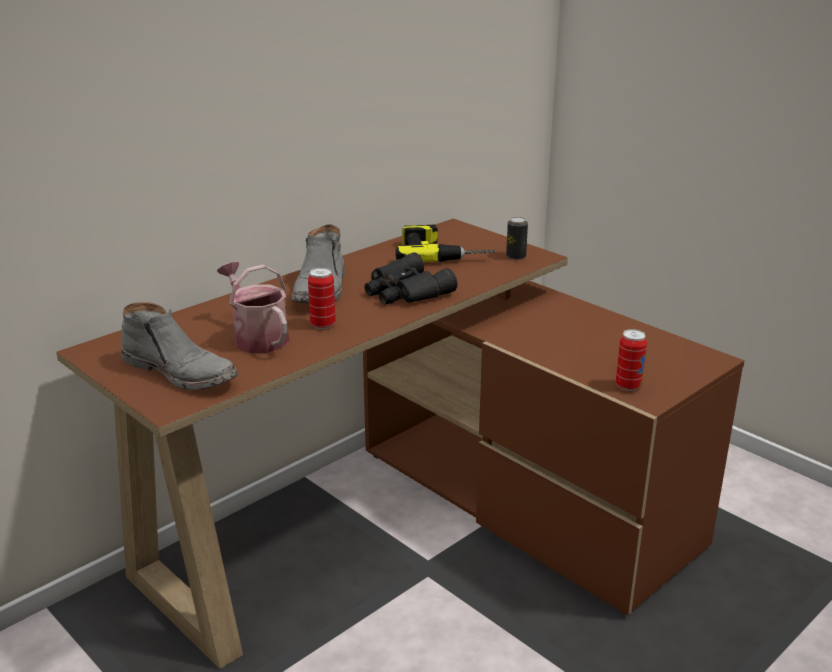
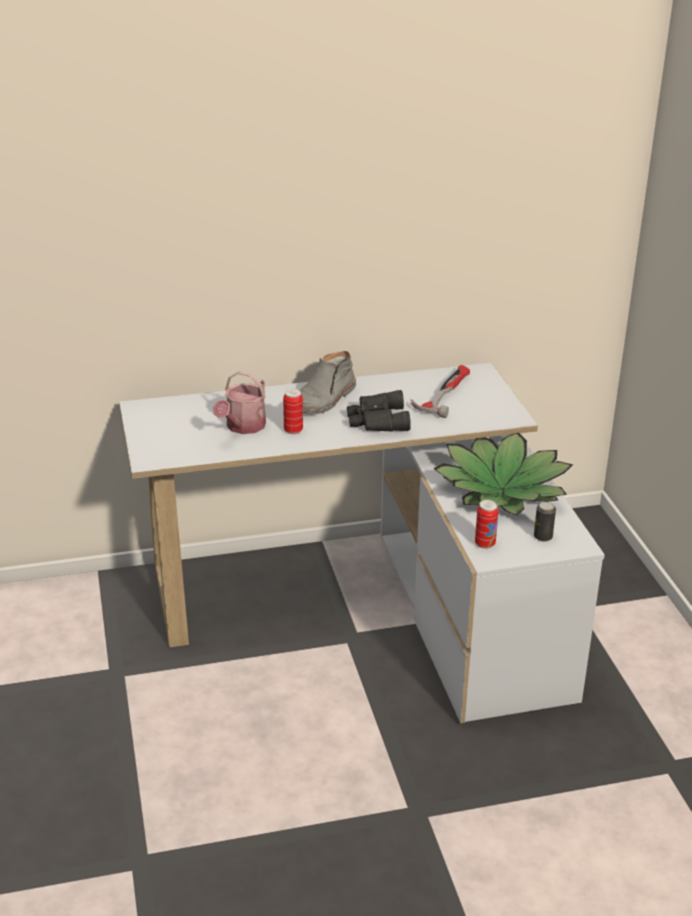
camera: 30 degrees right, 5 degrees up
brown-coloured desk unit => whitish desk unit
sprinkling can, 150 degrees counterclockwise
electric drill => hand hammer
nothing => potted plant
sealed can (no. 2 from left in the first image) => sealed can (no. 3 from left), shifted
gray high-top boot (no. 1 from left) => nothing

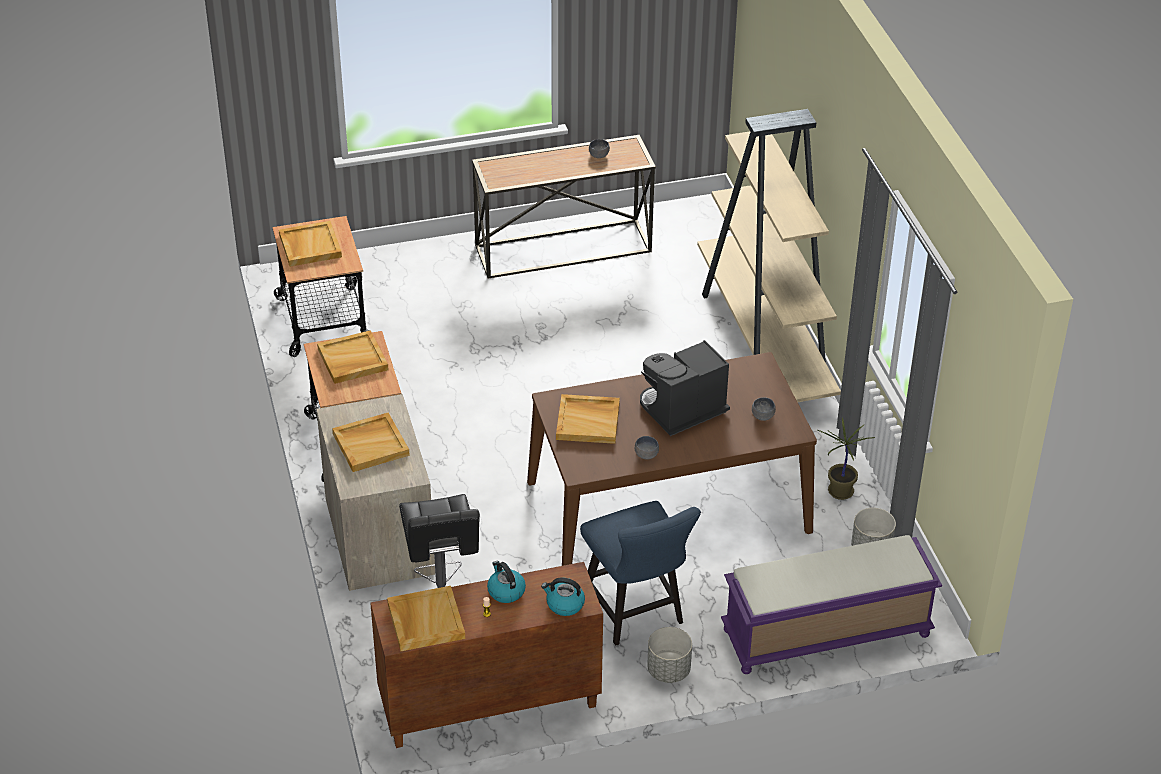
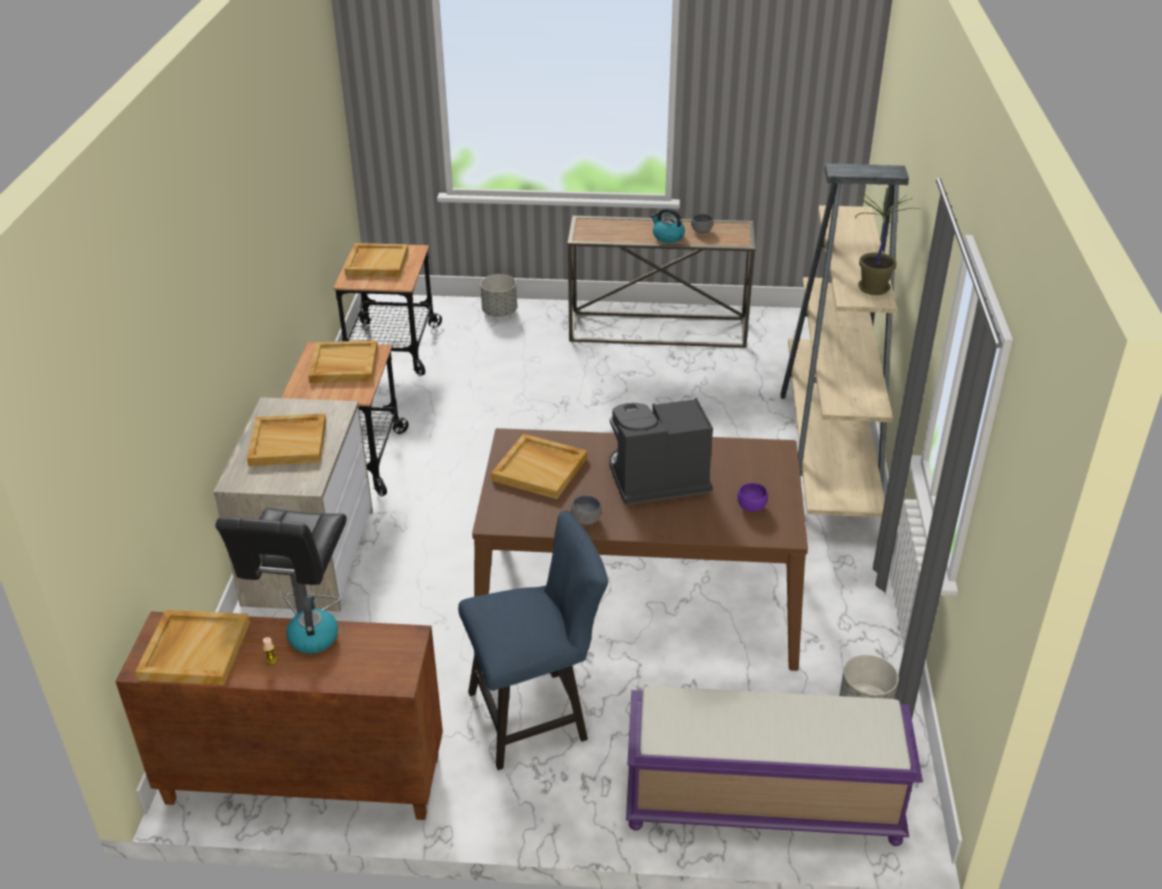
camera: 20 degrees right, 5 degrees down
blue plain chair, 105 degrees counterclockwise
gray plant pot (no. 1 from left), shifted
kettle (no. 2 from left), shifted
gray bowl (no. 3 from left) => purple-coloured bowl
potted plant, shifted

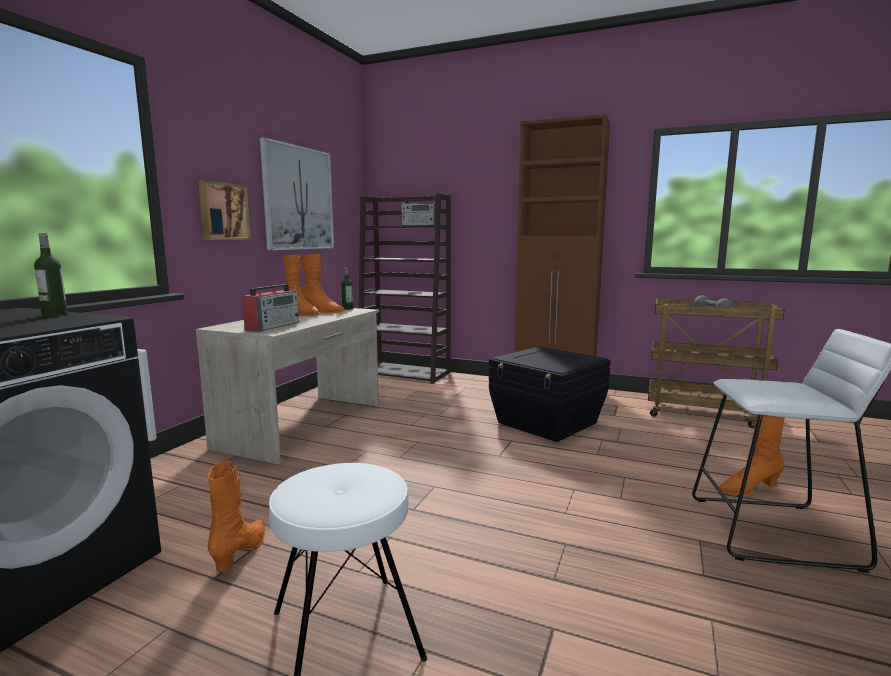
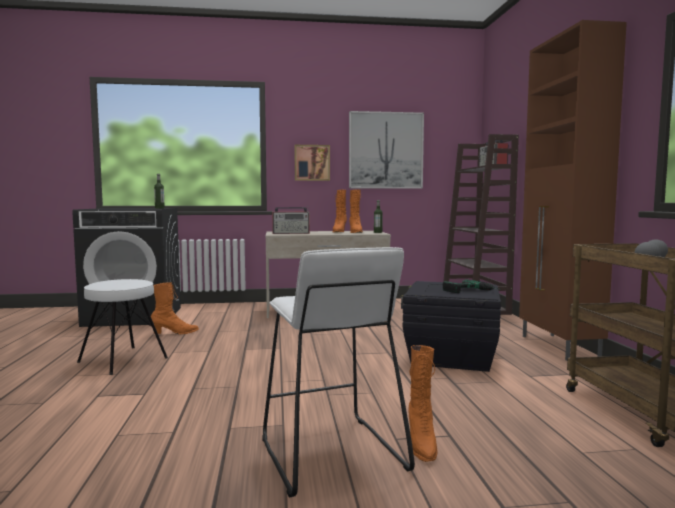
camera: 60 degrees right, 5 degrees down
orange-coloured high-top boot (no. 4 from left), 135 degrees counterclockwise
nothing => electric drill

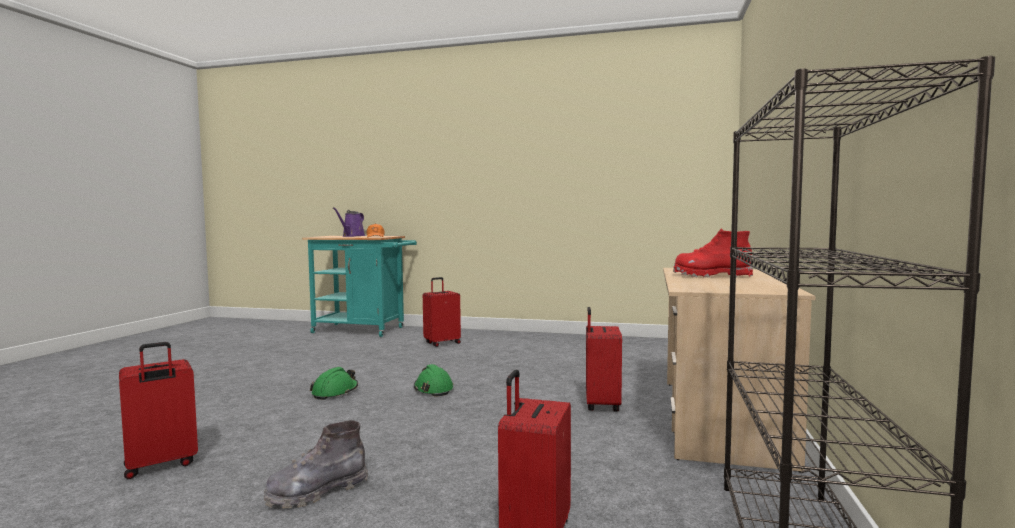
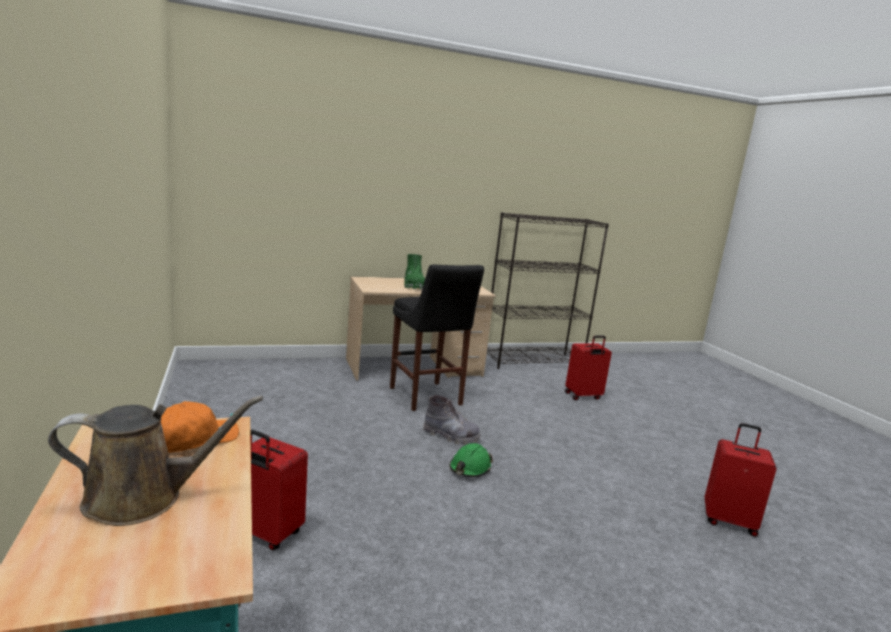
camera: 125 degrees left, 10 degrees up
purple-coloured sprinkling can => brown-coloured sprinkling can
reddish piece of luggage (no. 4 from left) => black-coloured sitting stool
reddish high-top boot => greenish high-top boot
gray high-top boot, shifted
greenish hard hat (no. 1 from left) => nothing

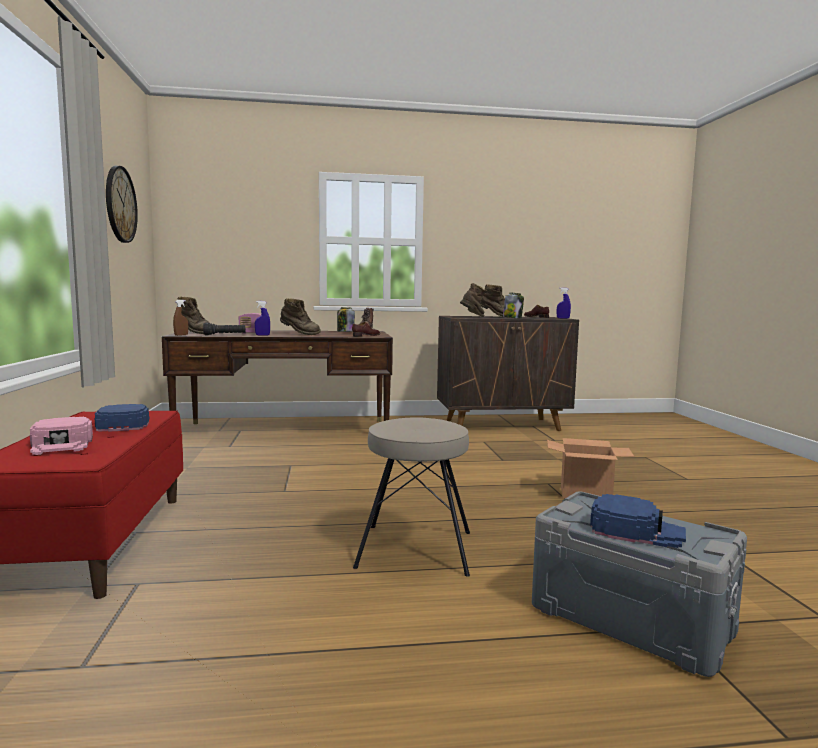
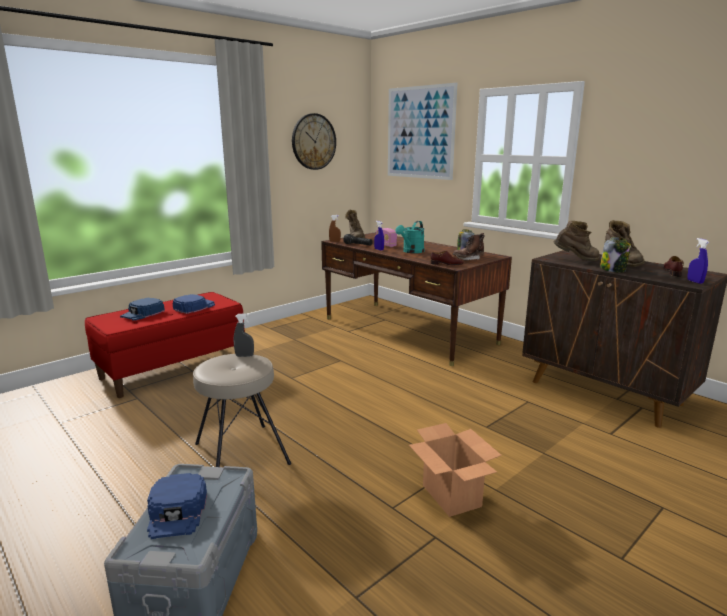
camera: 55 degrees right, 10 degrees up
pink-coloured baseball cap => blue baseball cap (no. 1 from left)
nothing => gray sprayer
nothing => wall art
brown-coloured high-top boot (no. 2 from left) => blue-green sprinkling can

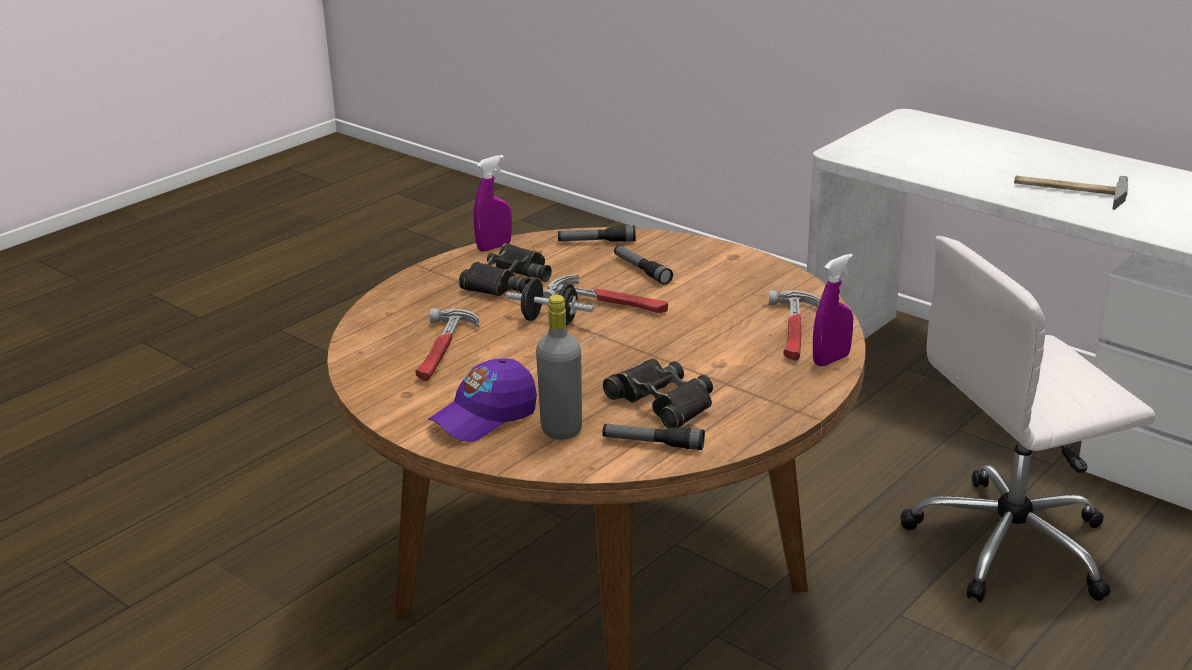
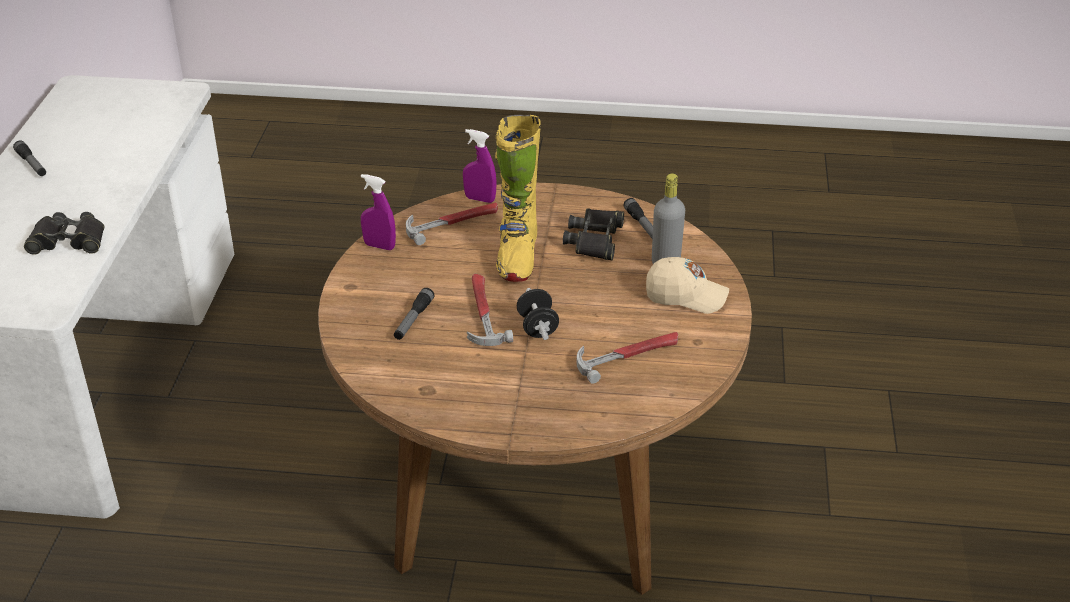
camera: 125 degrees left, 10 degrees up
flashlight (no. 1 from left), shifted
black-coloured binoculars (no. 1 from left), shifted
purple-coloured sprayer (no. 1 from left), shifted
nothing => yellow-coloured high-top boot
purple-coloured baseball cap => beige-coloured baseball cap
whitish desk chair => nothing
hand hammer (no. 4 from left) => nothing

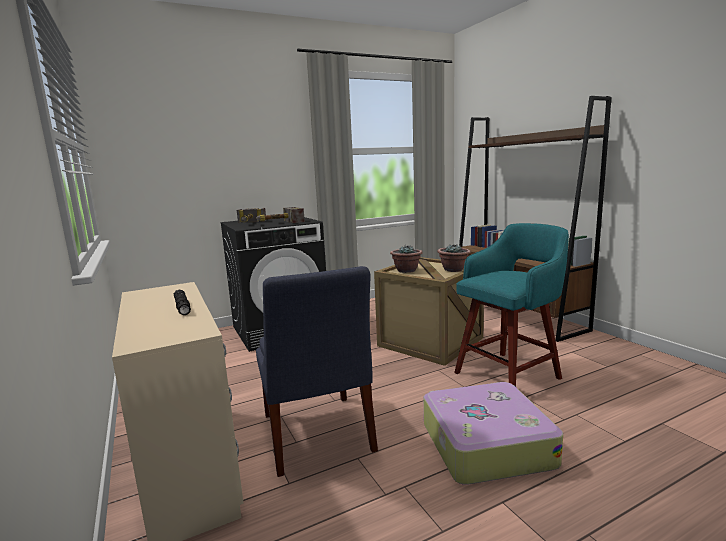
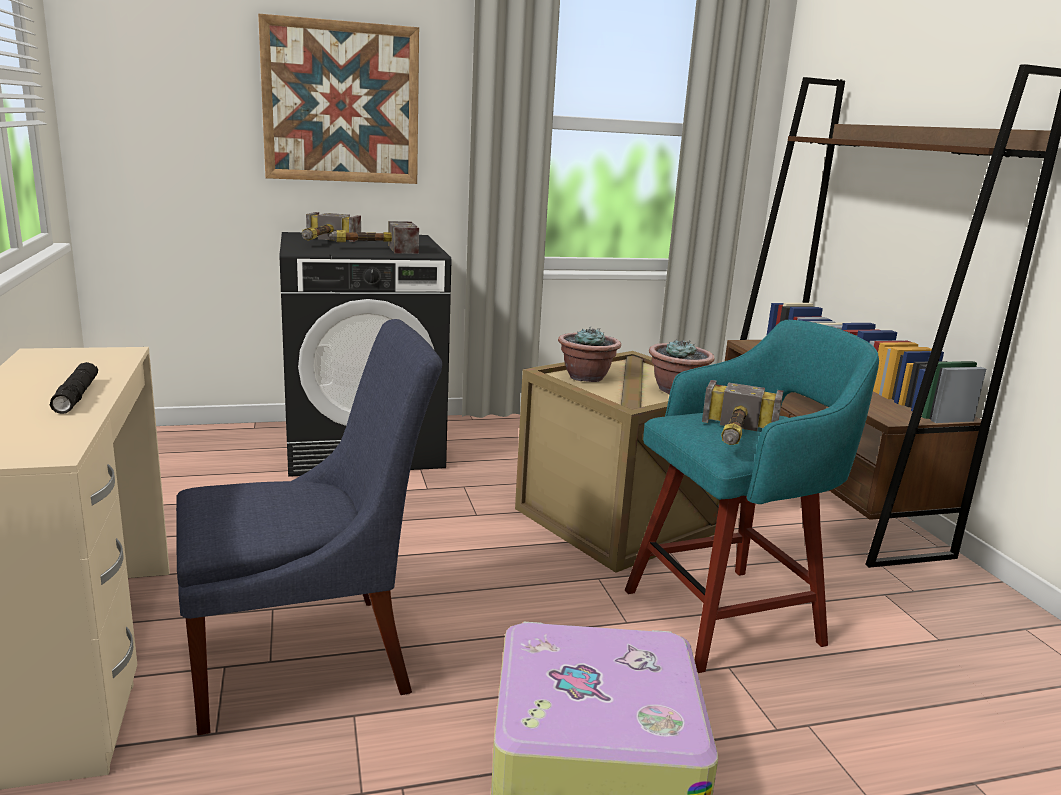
camera: 10 degrees right, 5 degrees up
blue plain chair, 105 degrees counterclockwise
nothing => wall art
nothing => hand hammer (no. 3 from left)

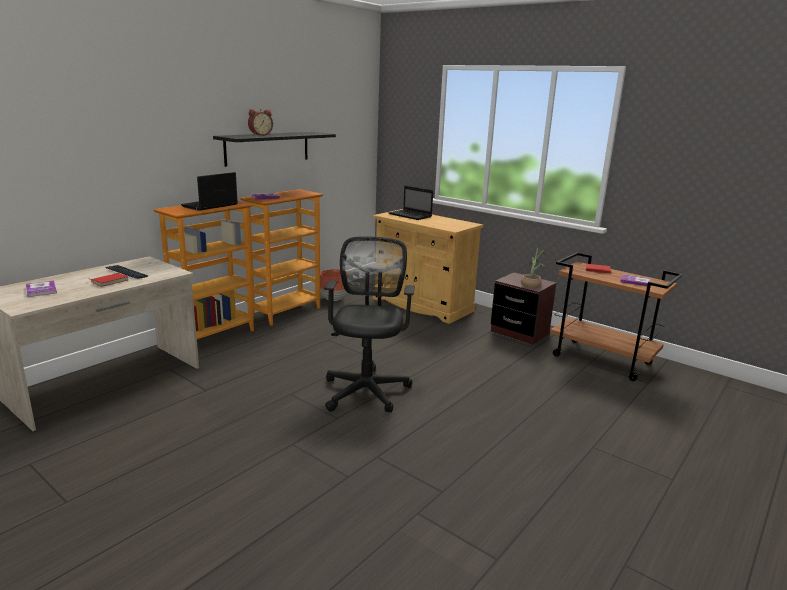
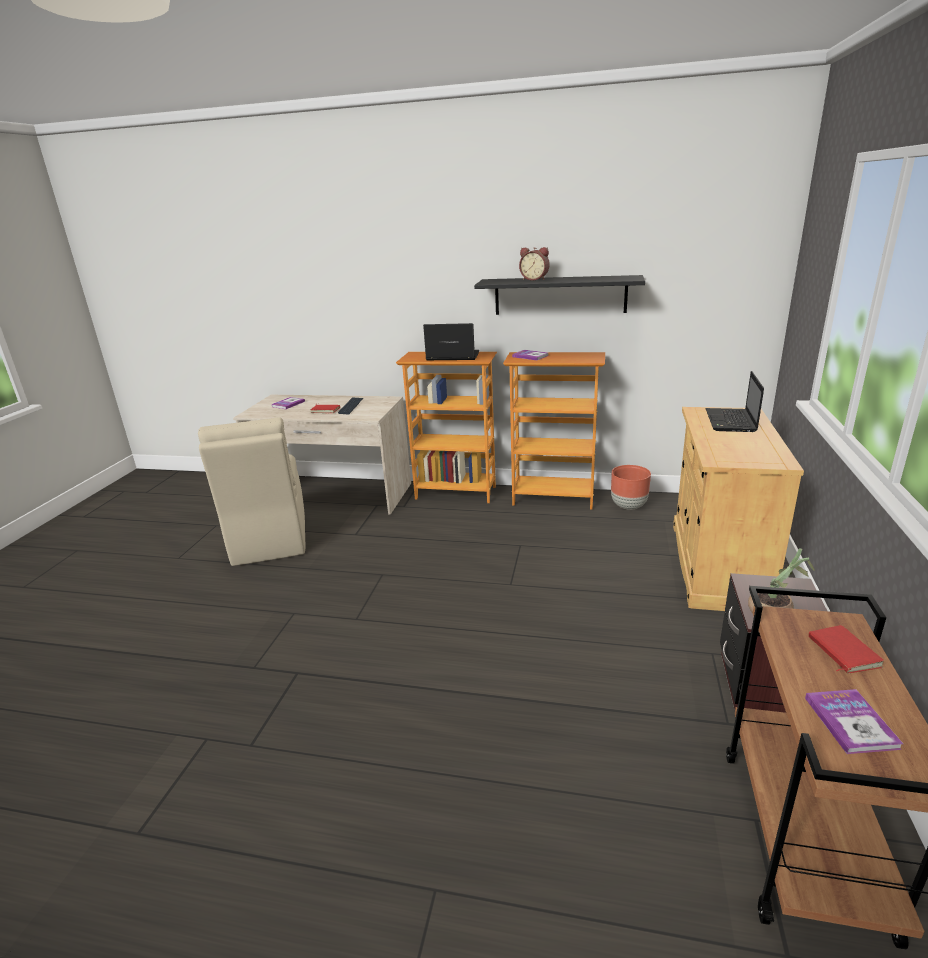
camera: 65 degrees right, 5 degrees up
nothing => beige-coloured plain chair
black-coloured desk chair => nothing

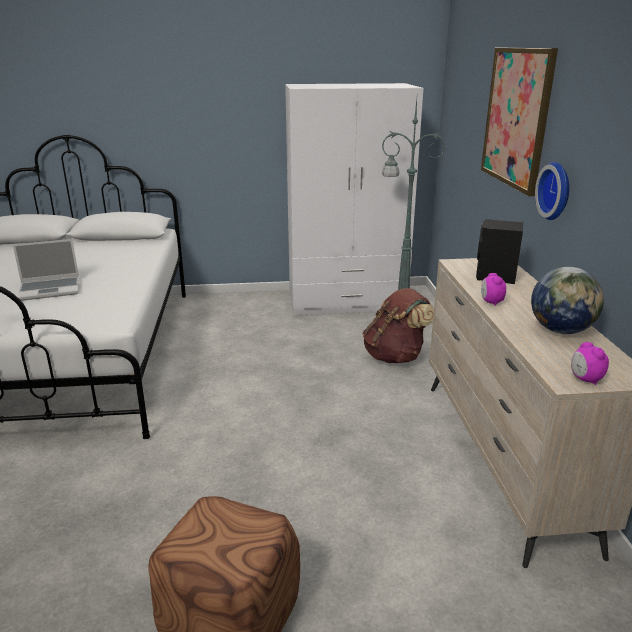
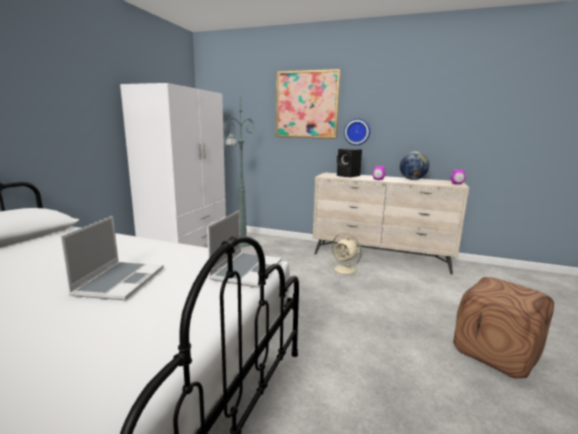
camera: 65 degrees left, 10 degrees down
nothing => notebook computer (no. 2 from left)
nothing => beige-coloured fan
brown-coloured knapsack => nothing

